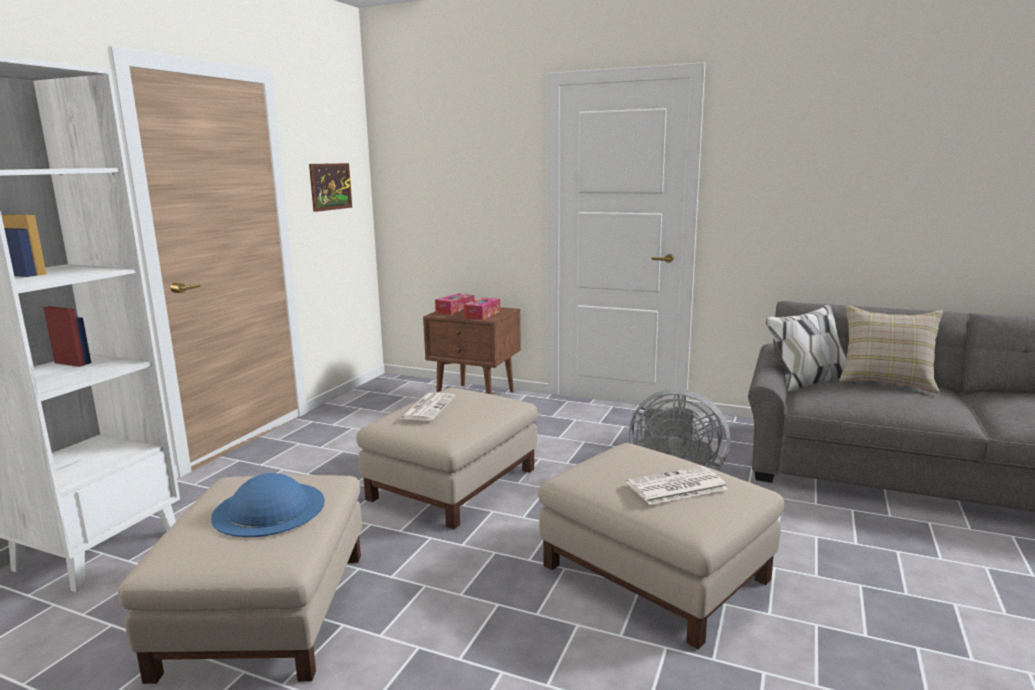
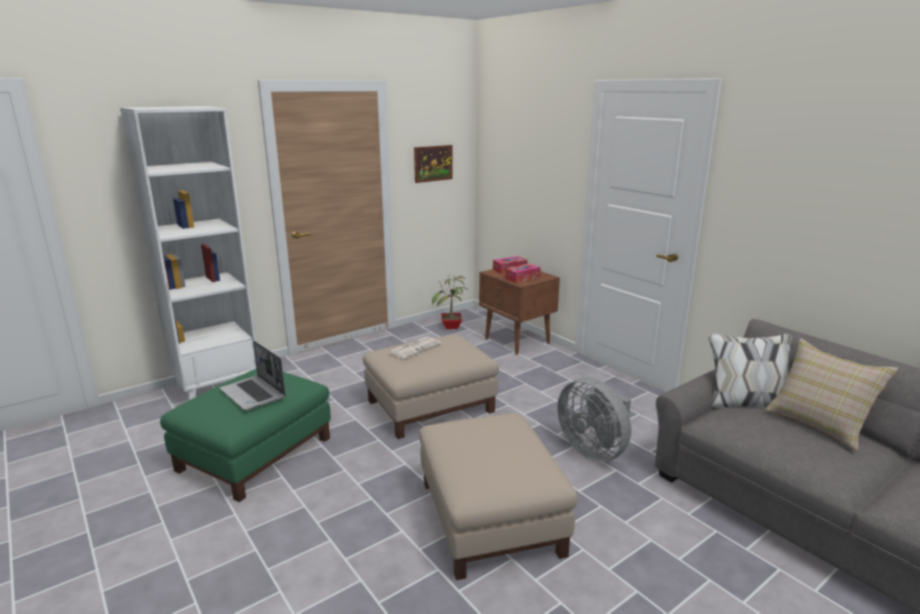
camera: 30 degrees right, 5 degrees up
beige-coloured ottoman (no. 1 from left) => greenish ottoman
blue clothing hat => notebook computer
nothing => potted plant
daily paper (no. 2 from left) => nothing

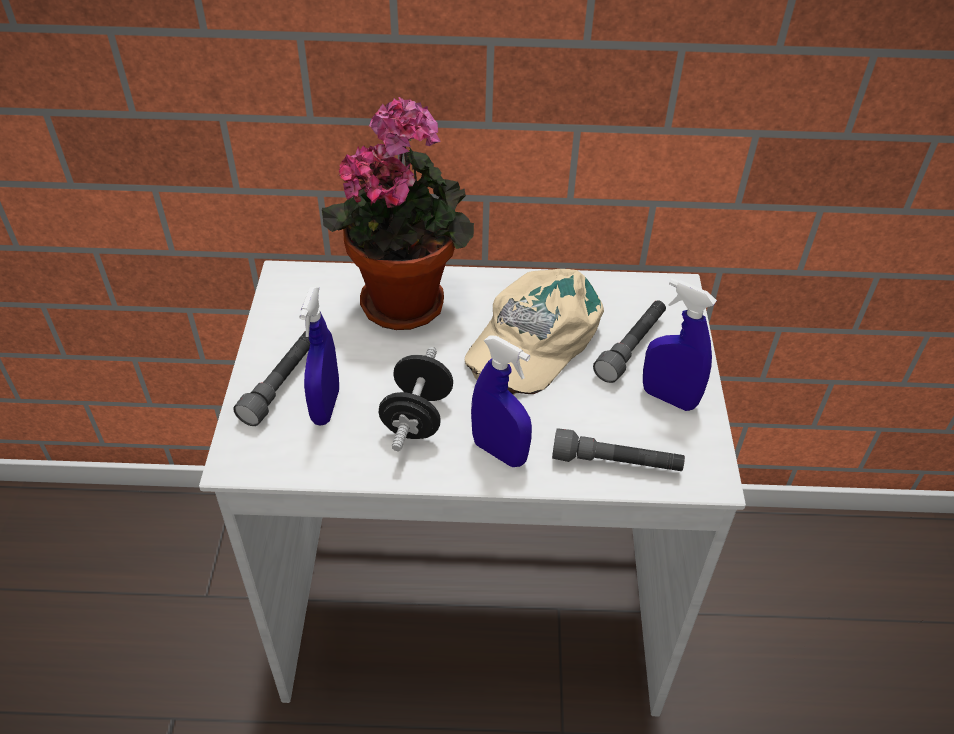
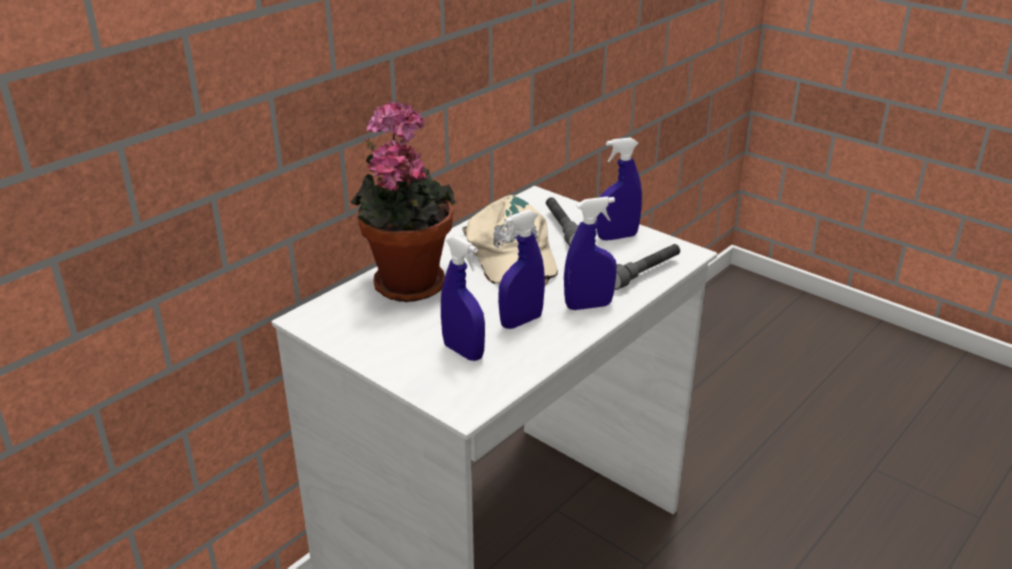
camera: 50 degrees left, 15 degrees down
black-coloured free weight => blue sprayer (no. 2 from left)
gray flashlight (no. 1 from left) => nothing

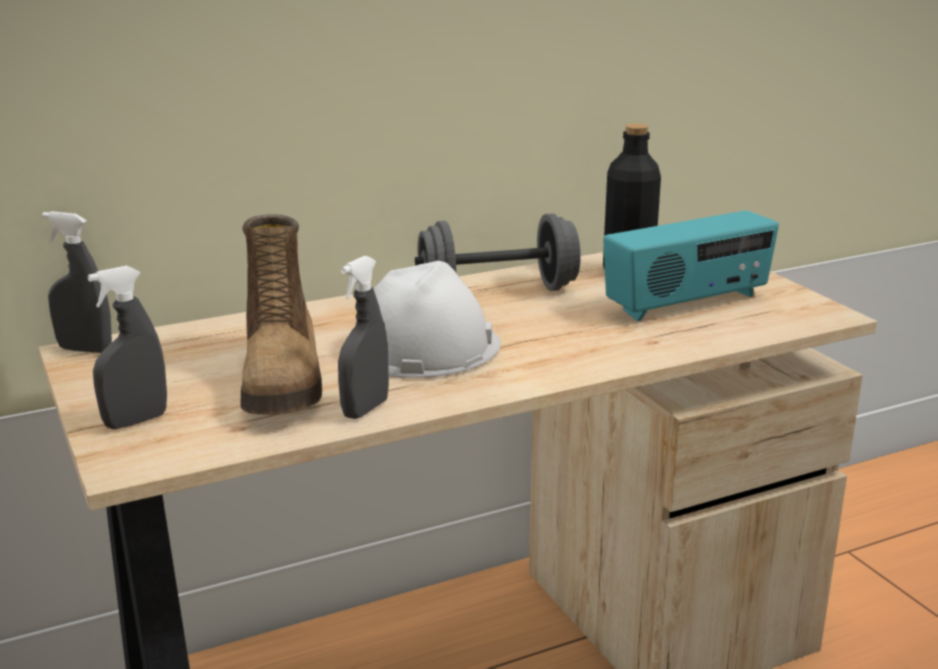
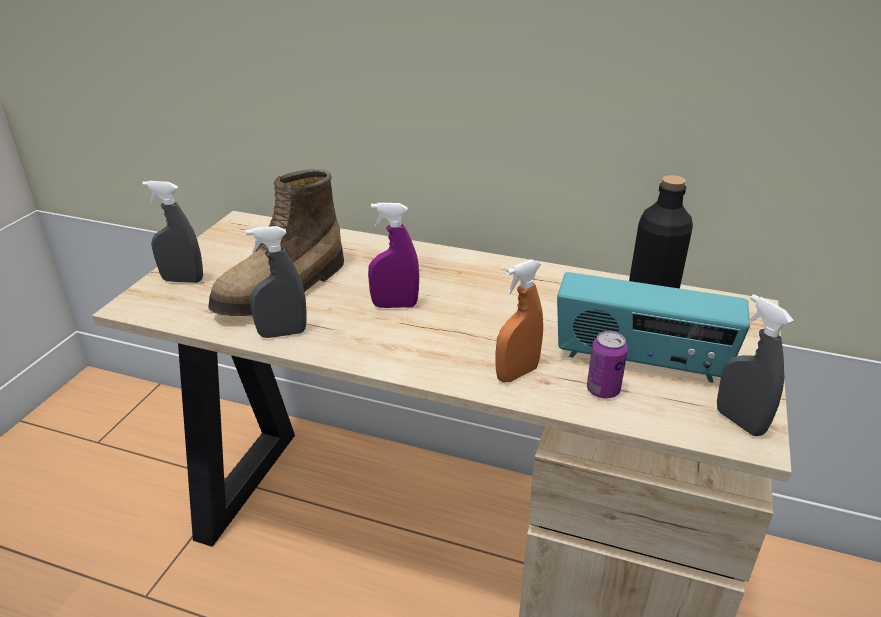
camera: 45 degrees right, 10 degrees up
whitish hard hat => purple-coloured sprayer
nothing => orange-coloured sprayer
nothing => sealed can
gray sprayer (no. 1 from left in the first image) => gray sprayer (no. 3 from left), shifted
gray free weight => nothing

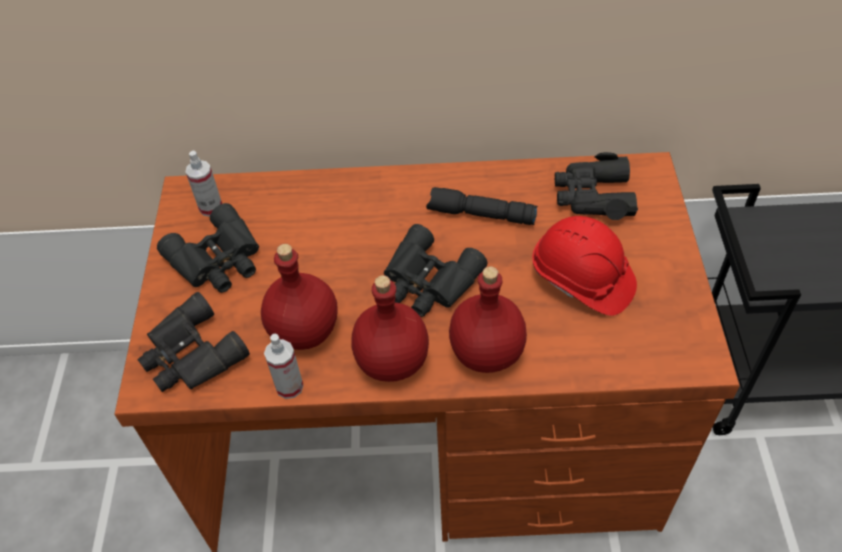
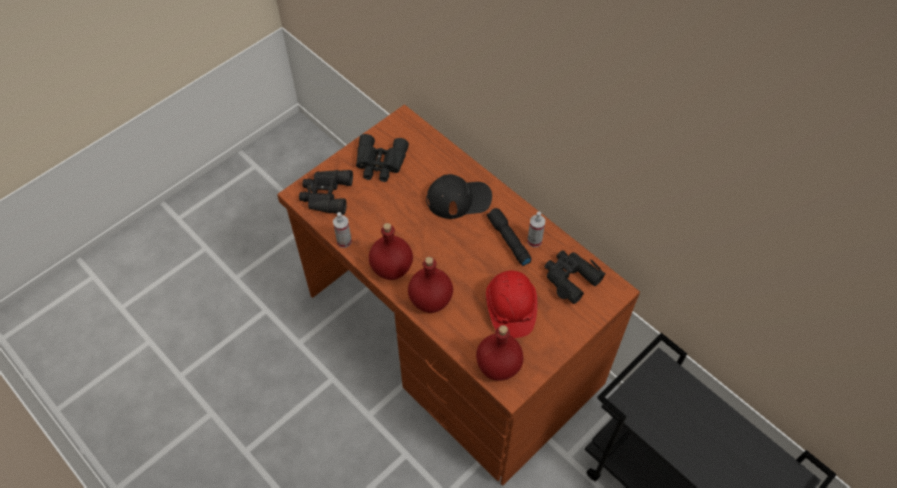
camera: 45 degrees right, 5 degrees up
nothing => black-coloured baseball cap
reddish bottle (no. 1 from left in the first image) => reddish bottle (no. 3 from left), shifted
sprayer (no. 1 from left in the first image) => sprayer (no. 2 from left), shifted
black-coloured binoculars (no. 3 from left) => nothing

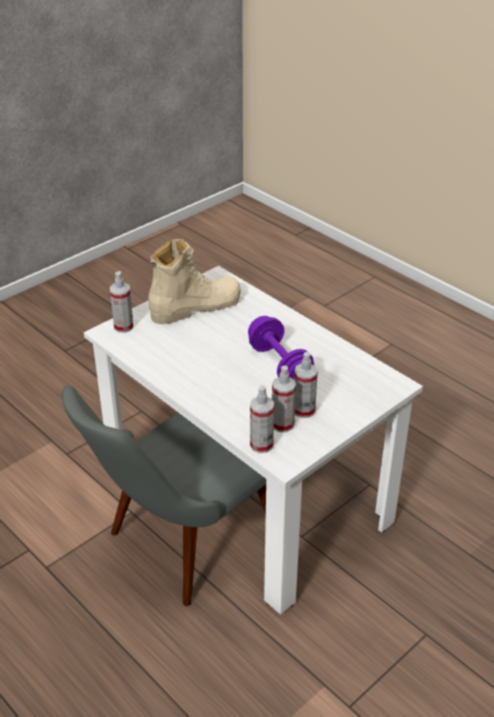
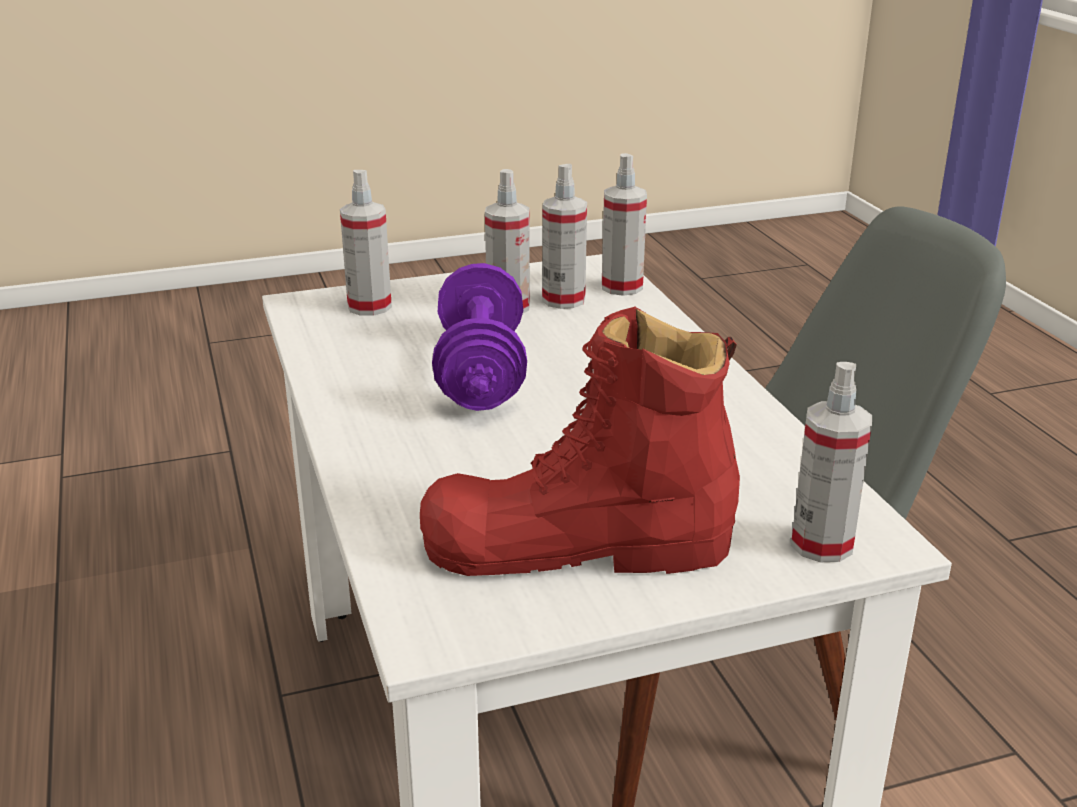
camera: 155 degrees left, 10 degrees down
nothing => sprayer (no. 1 from left)
beige-coloured high-top boot => reddish high-top boot

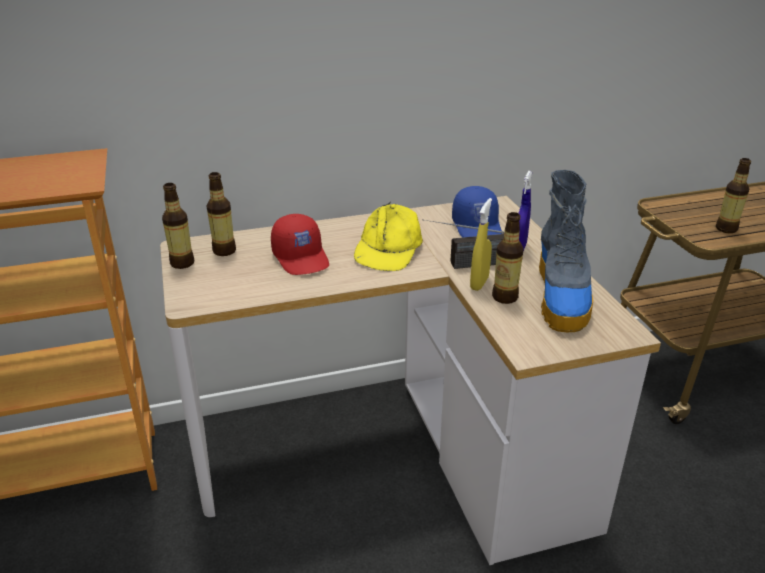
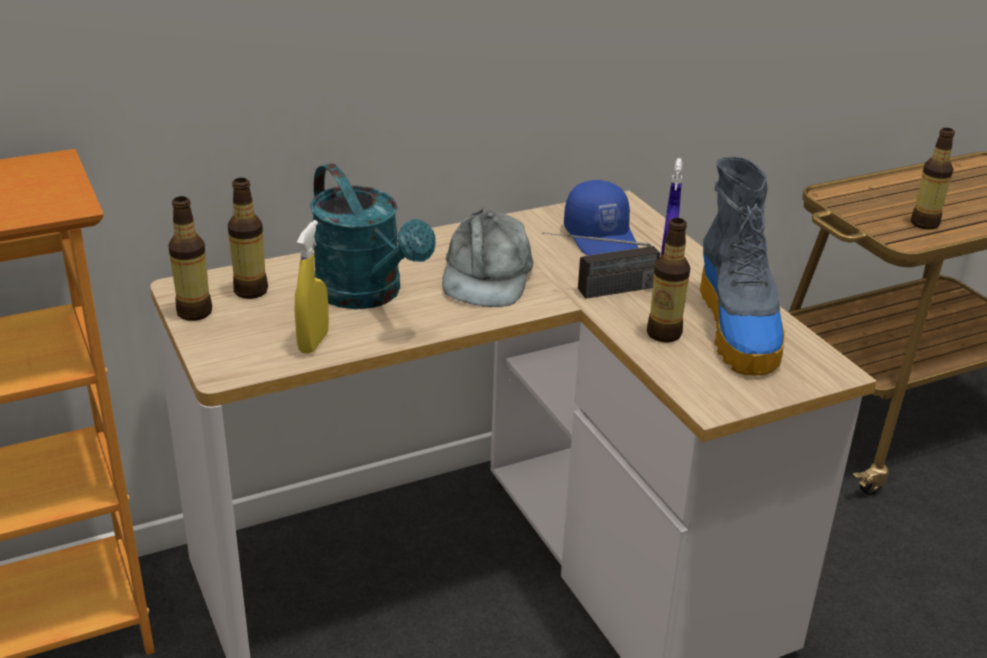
camera: 10 degrees left, 0 degrees up
yellow-coloured sprayer, shifted
reddish baseball cap => blue-green sprinkling can
yellow-coloured baseball cap => gray baseball cap

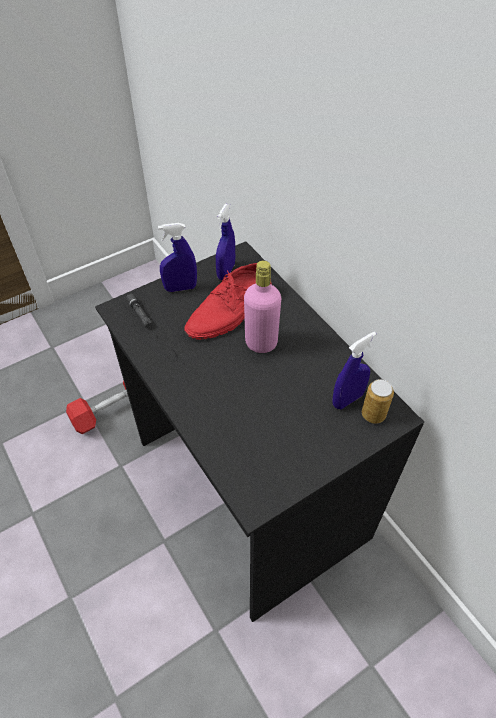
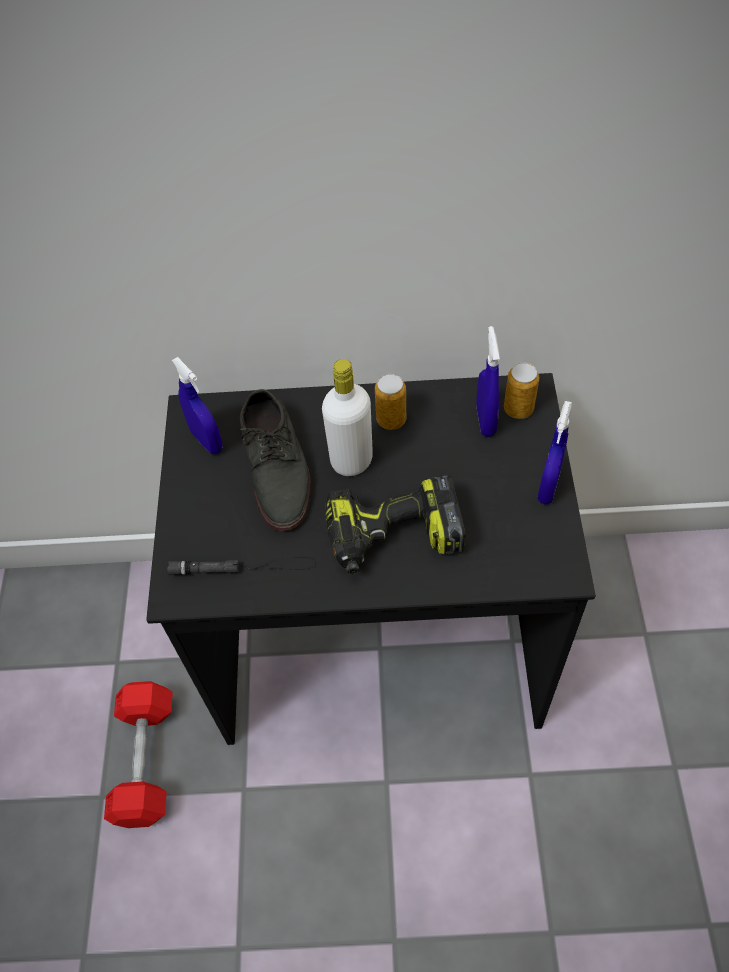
camera: 55 degrees left, 5 degrees up
reddish item of footwear => gray item of footwear
pink-coloured bottle => whitish bottle
nothing => electric drill
nothing => sealed can (no. 1 from left)
blue sprayer (no. 1 from left in the first image) => blue sprayer (no. 3 from left), shifted

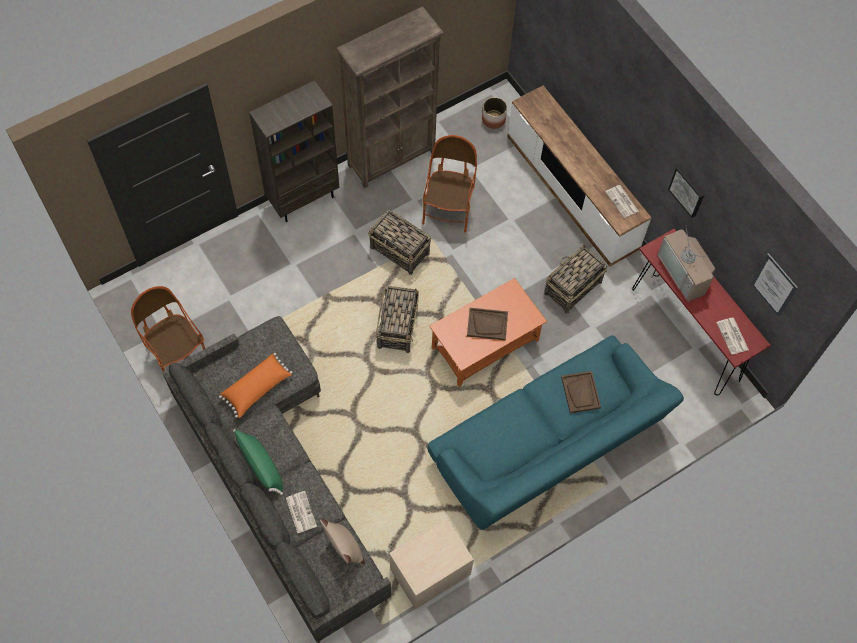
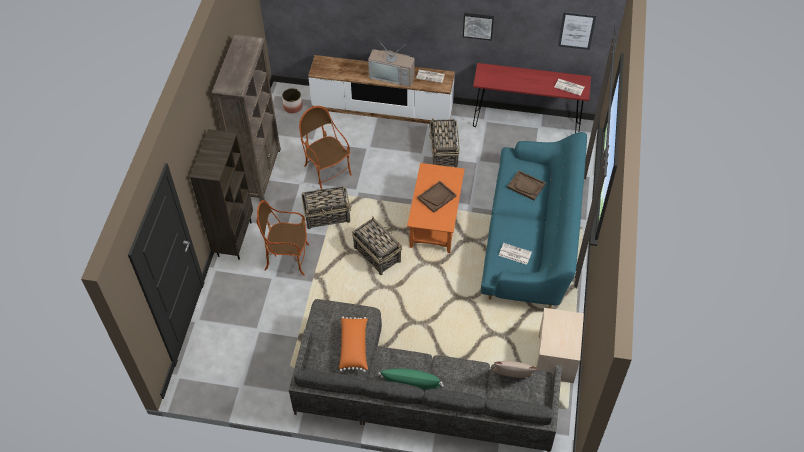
camera: 45 degrees left, 10 degrees down
armchair (no. 1 from left), shifted
television, shifted
daily paper (no. 1 from left in the first image) => daily paper (no. 2 from left), shifted

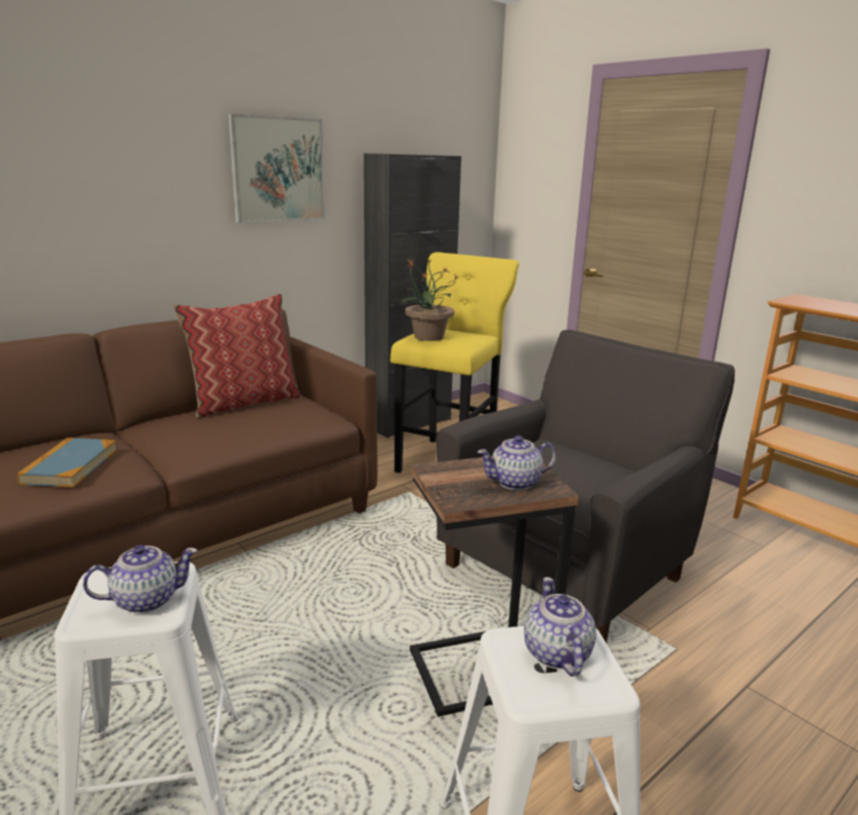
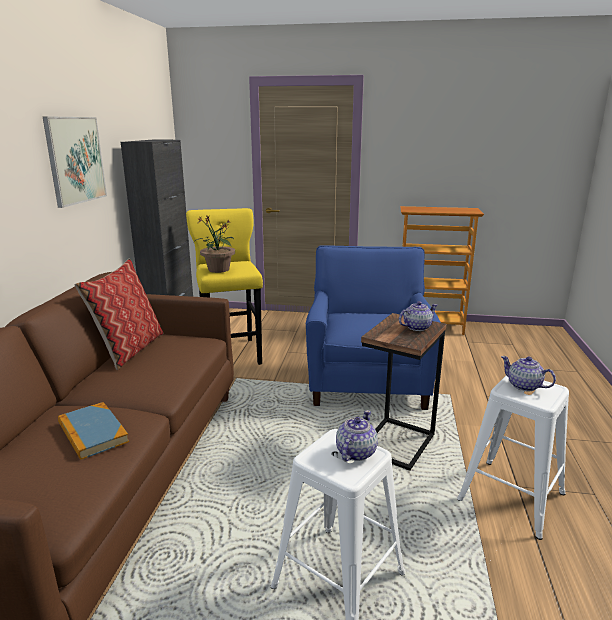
camera: 40 degrees left, 0 degrees up
gray armchair => blue armchair
teapot (no. 2 from left), 150 degrees counterclockwise

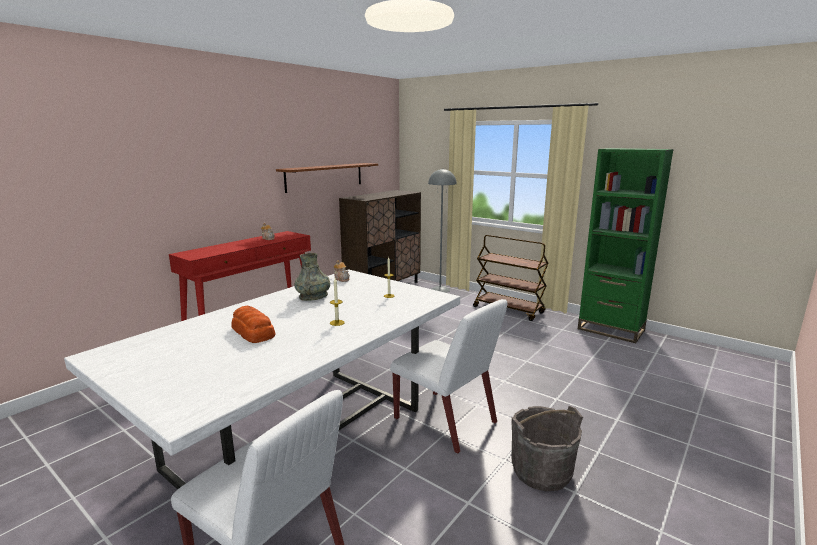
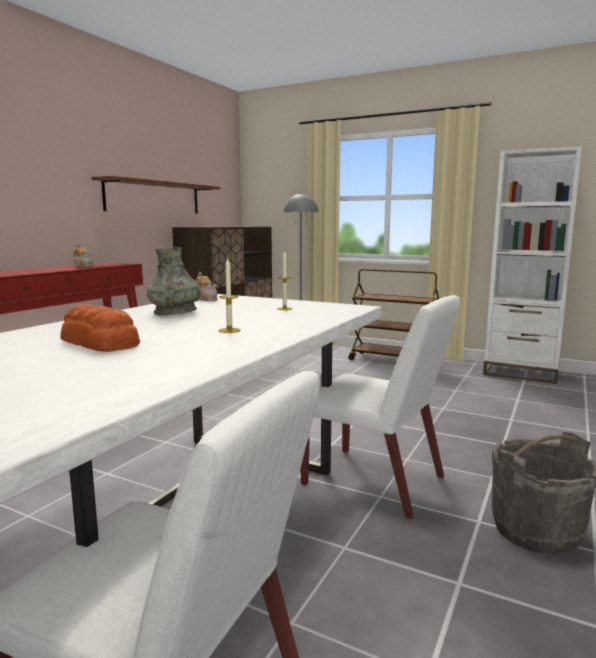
camera: 10 degrees left, 5 degrees down
greenish shelving unit => whitish shelving unit

